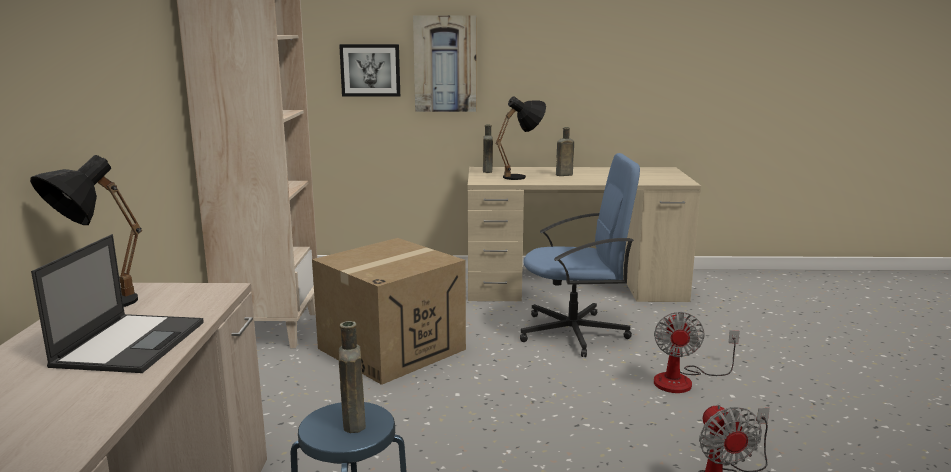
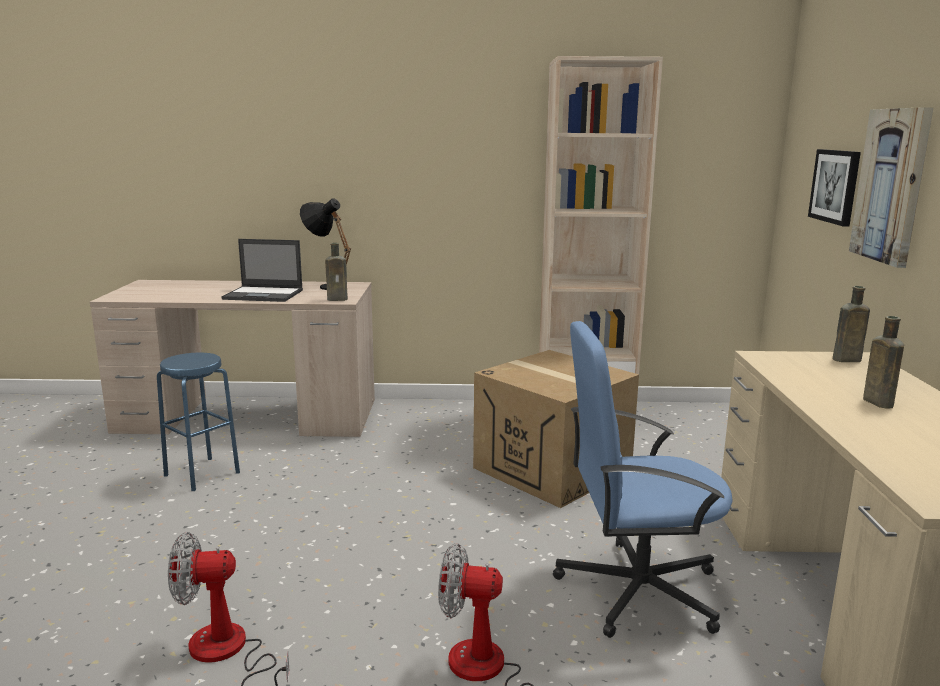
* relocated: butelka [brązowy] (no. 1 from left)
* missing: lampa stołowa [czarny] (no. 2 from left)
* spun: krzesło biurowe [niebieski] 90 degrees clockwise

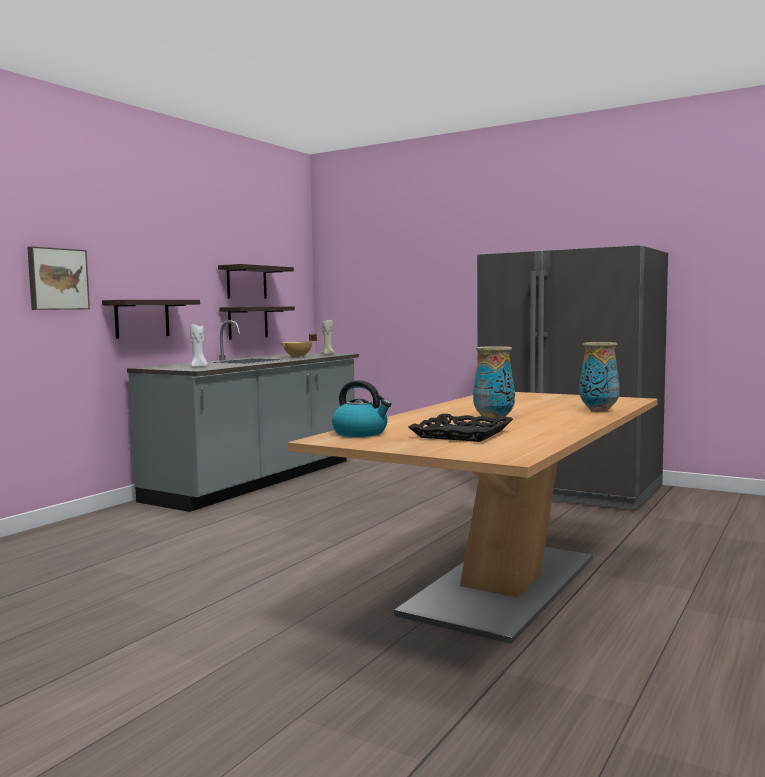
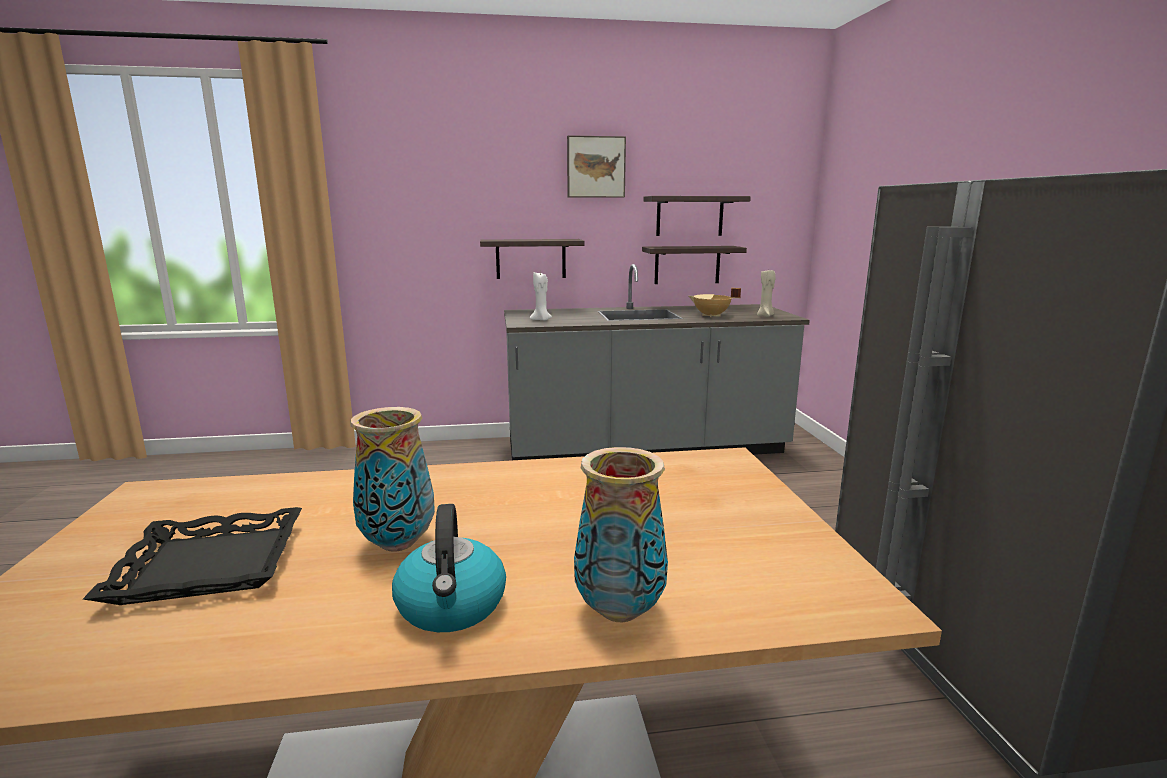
* relocated: obraz
* relocated: czajnik

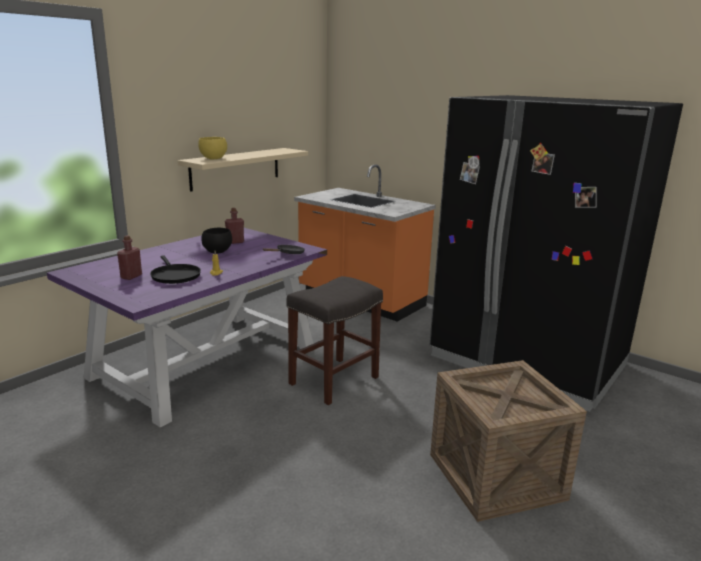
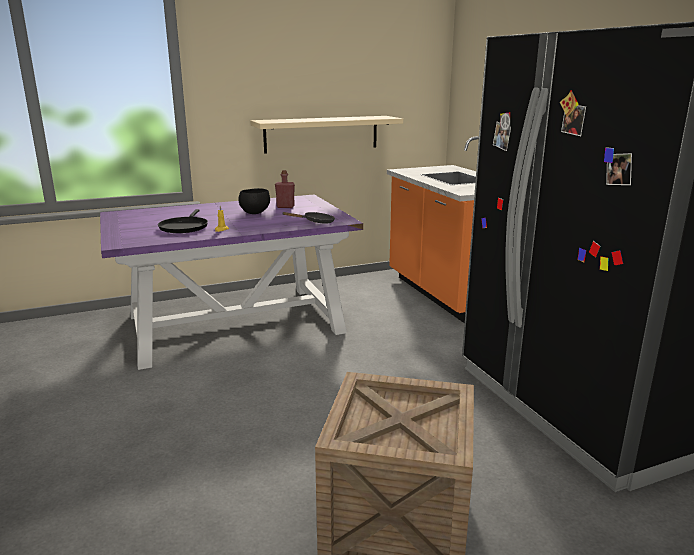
* missing: butelka [czerwony] (no. 1 from left)
* missing: miska [żółty]
* missing: stołek [szary]

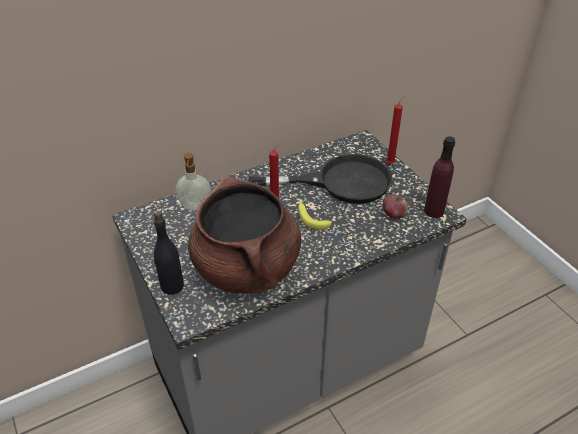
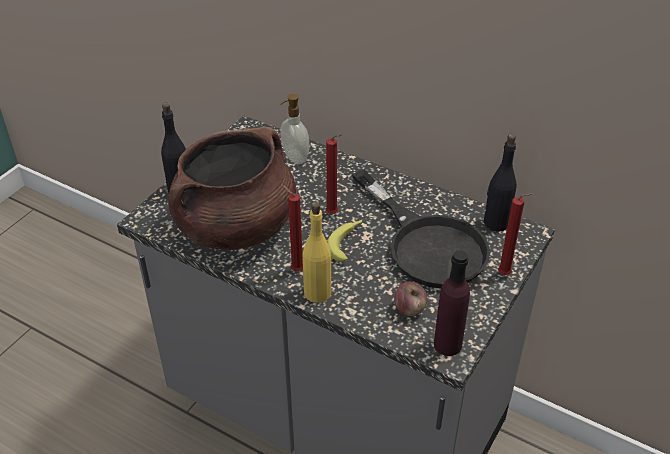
* appeared: świeca [czerwony] (no. 1 from left)
* appeared: butelka [żółty]
* appeared: butelka [czarny] (no. 2 from left)

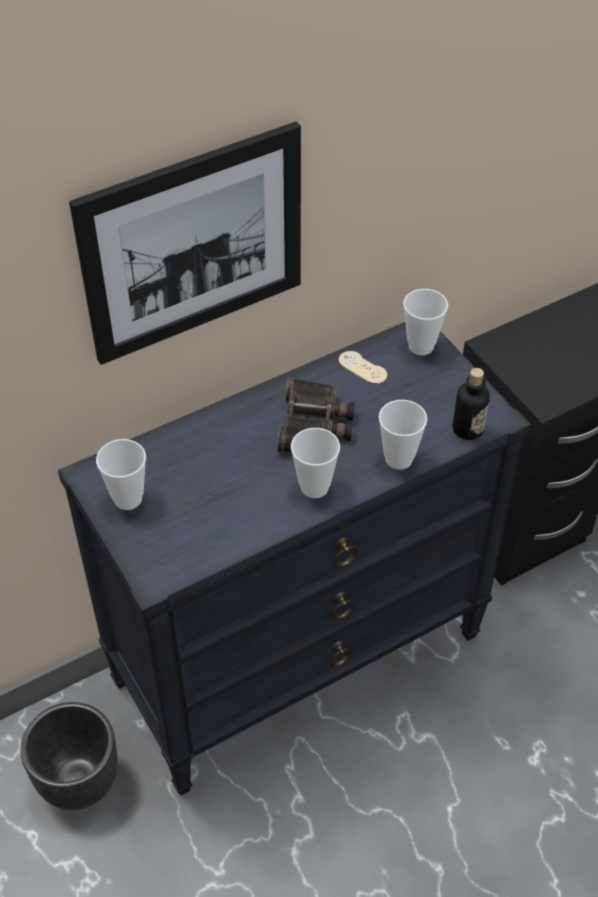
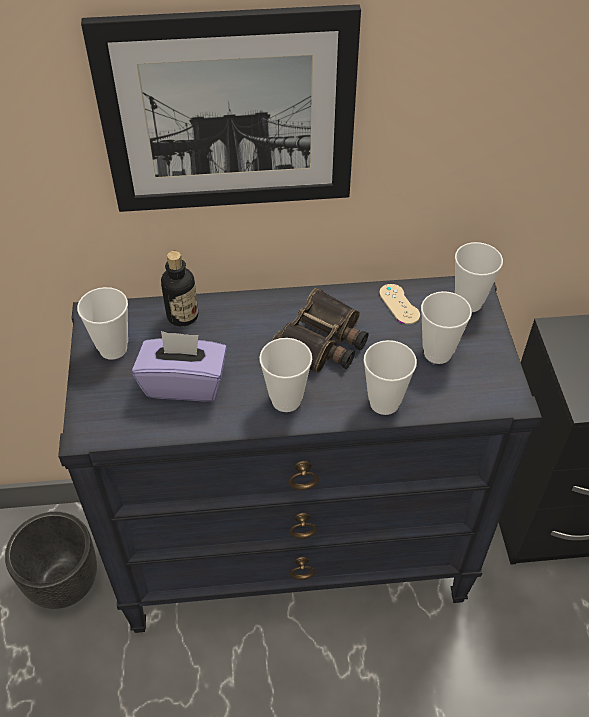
* relocated: butelka
* appeared: pudełko chusteczek [fioletowy]
* appeared: filiżanka (no. 4 from left)

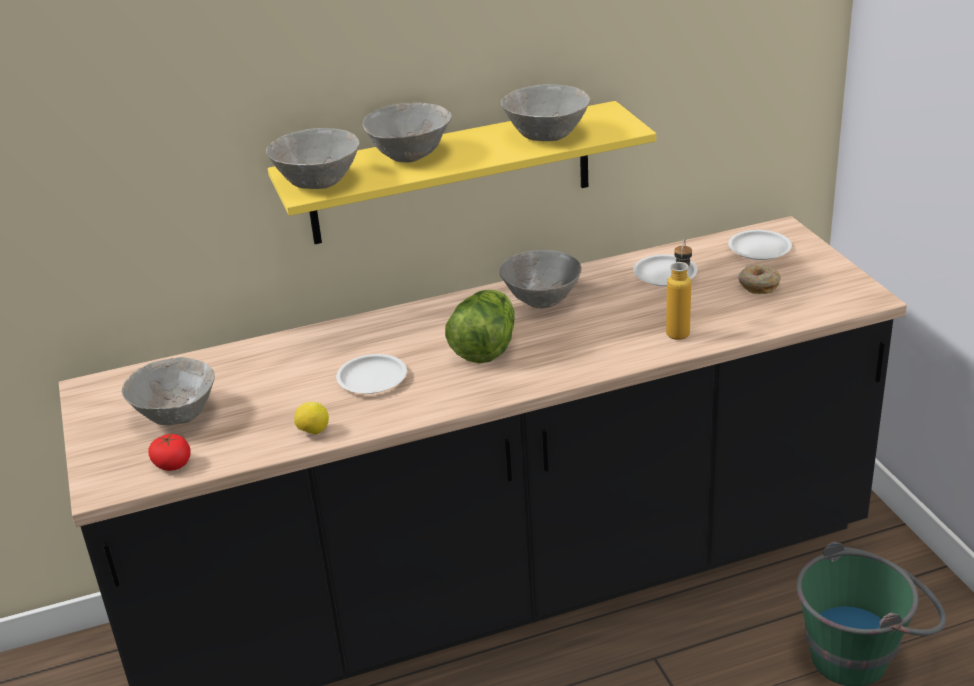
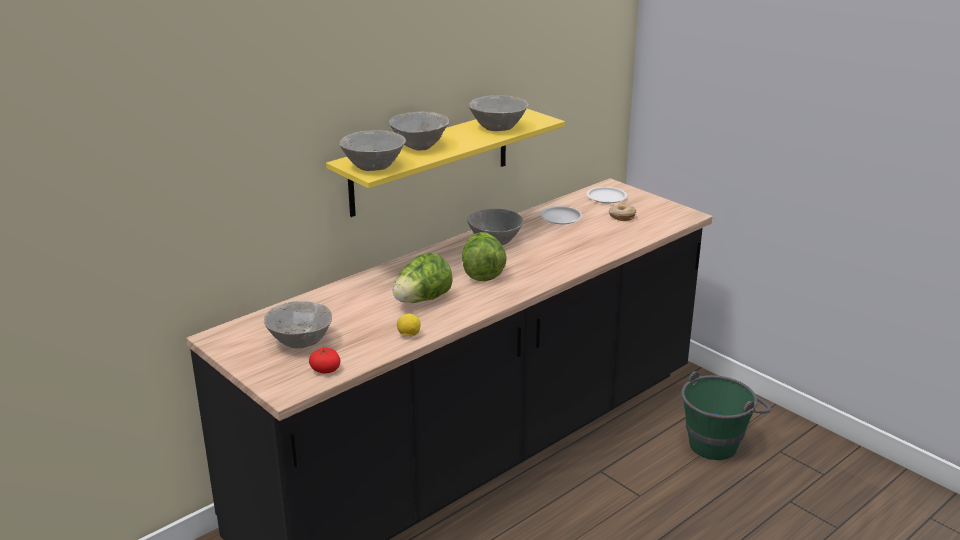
* exchanged: talerz [biały] (no. 1 from left) to sałata (no. 1 from left)
* missing: butelka

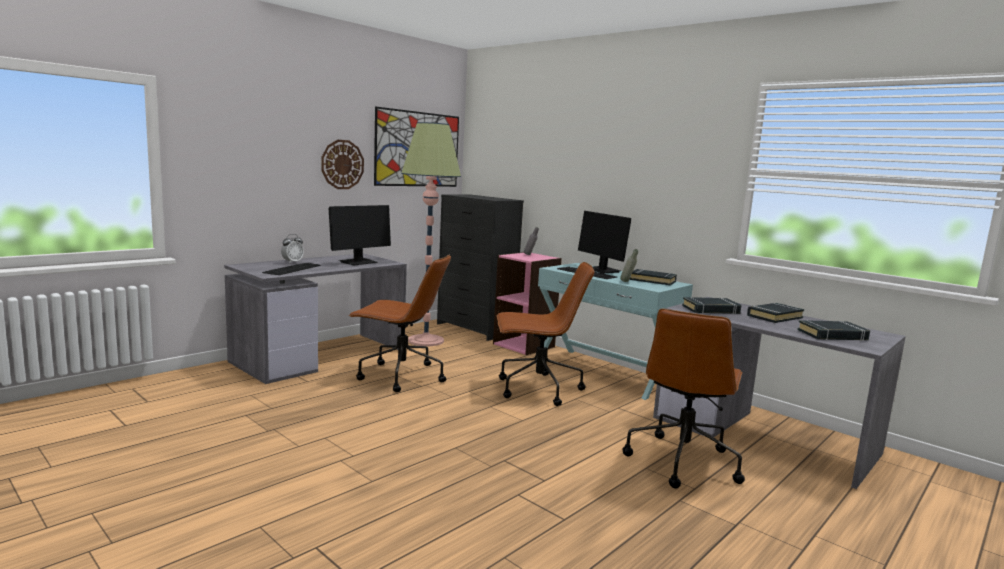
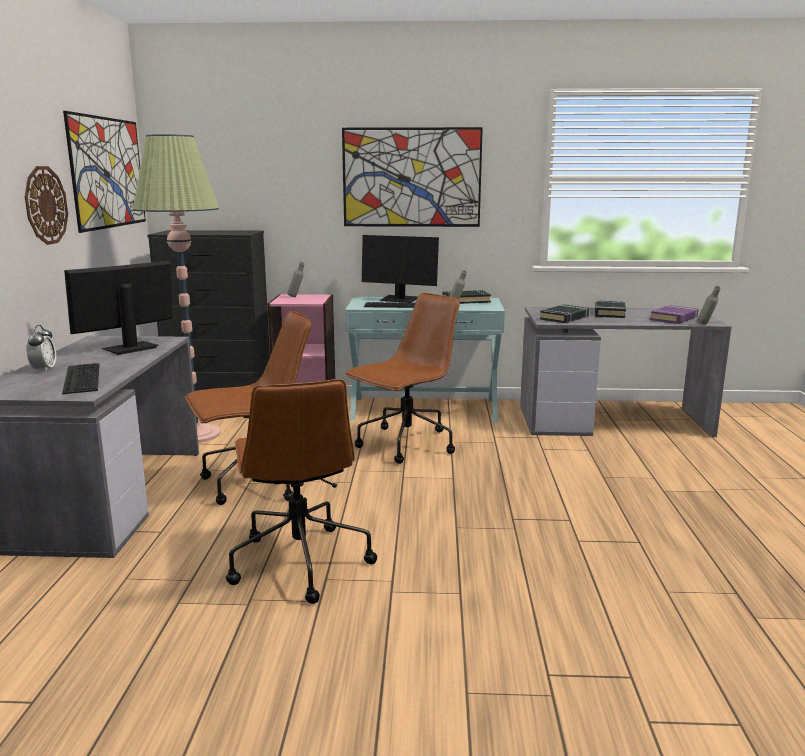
* spun: monitor (no. 1 from left) 135 degrees counterclockwise
* relocated: krzesło biurowe [brązowy] (no. 3 from left in the first image) to krzesło biurowe [brązowy] (no. 2 from left)
* colour: książka [czarny] (no. 4 from left) to książka [fioletowy]
* appeared: obraz (no. 2 from left)
* appeared: butelka [szary] (no. 3 from left)

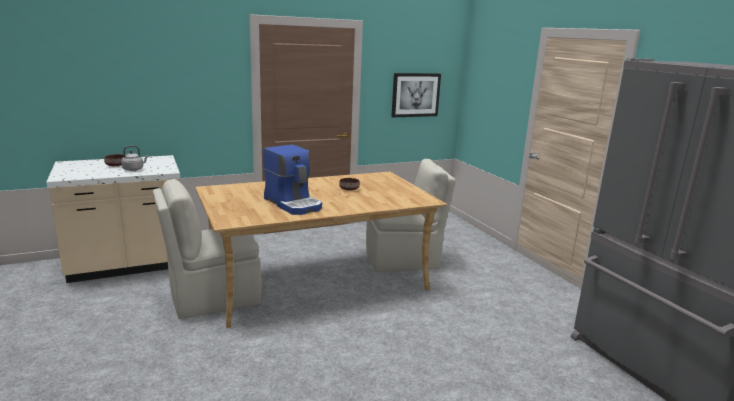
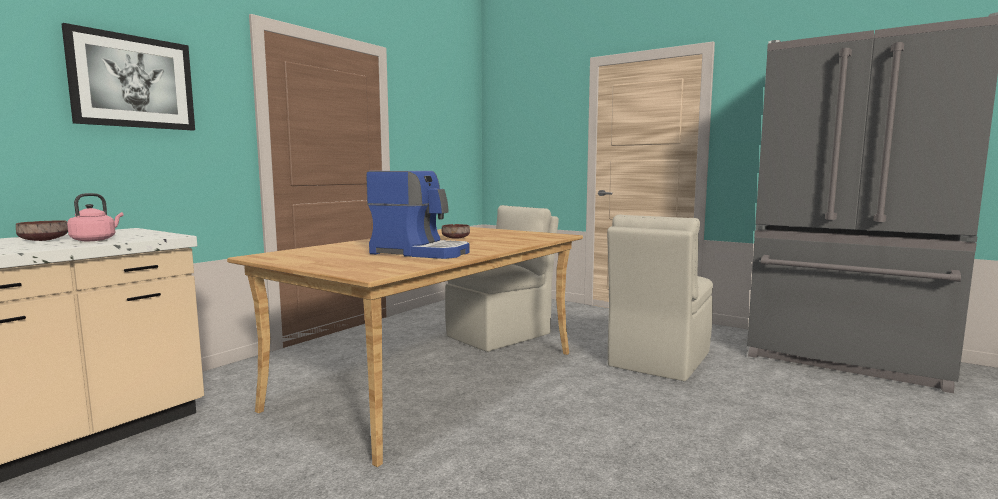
* colour: czajnik [szary] to czajnik [różowy]
* relocated: krzesło [beżowy] (no. 1 from left in the first image) to krzesło [beżowy] (no. 2 from left)
* relocated: obraz

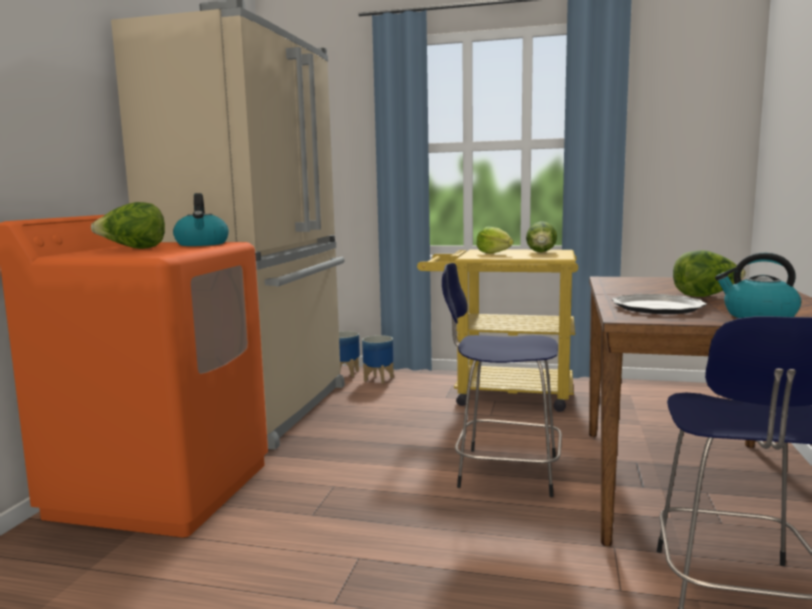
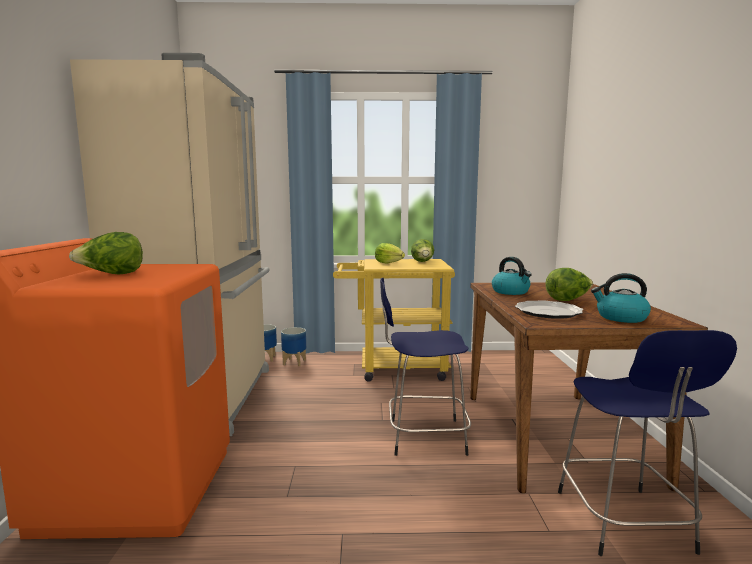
* relocated: czajnik (no. 1 from left)

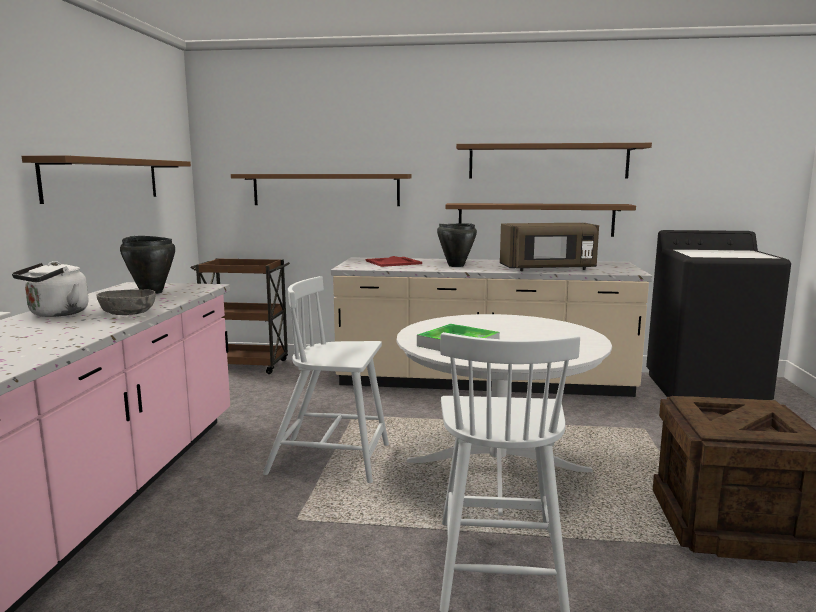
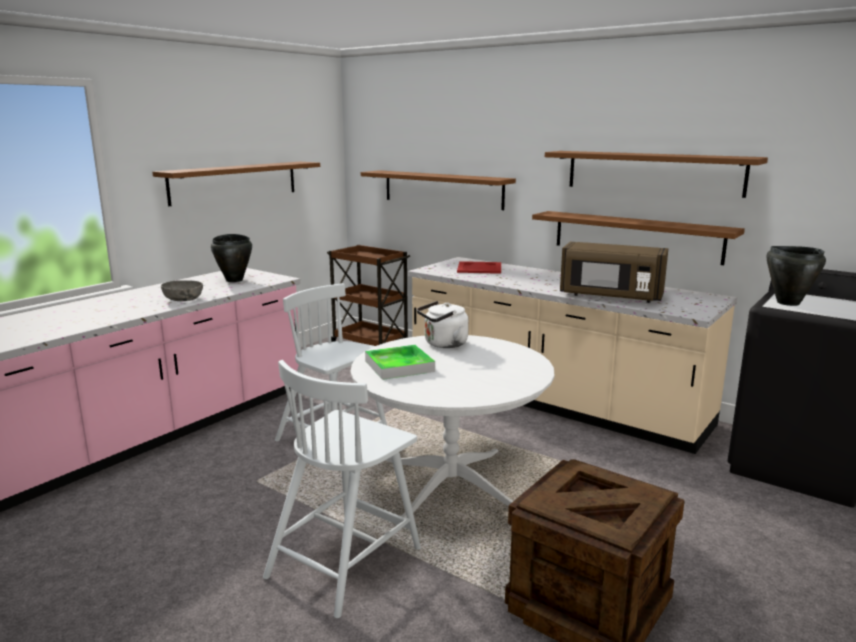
* relocated: czajnik [biały]
* relocated: garnek [czarny] (no. 2 from left)

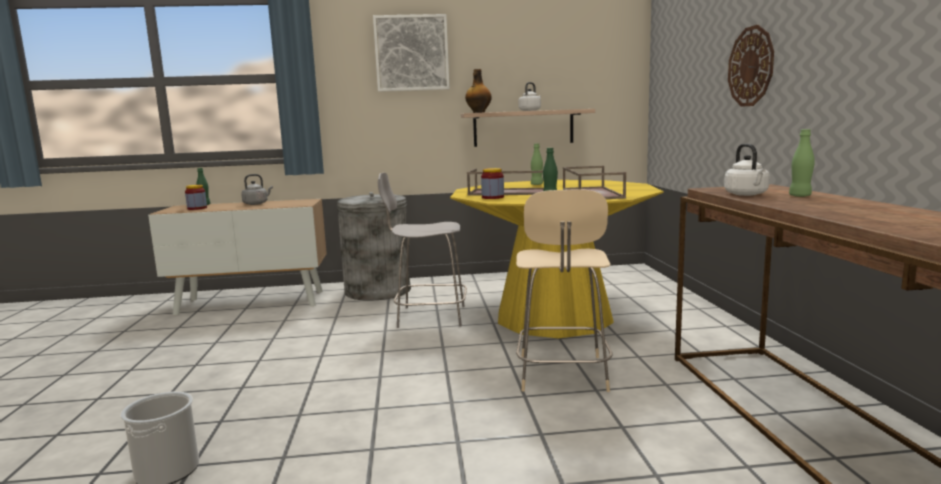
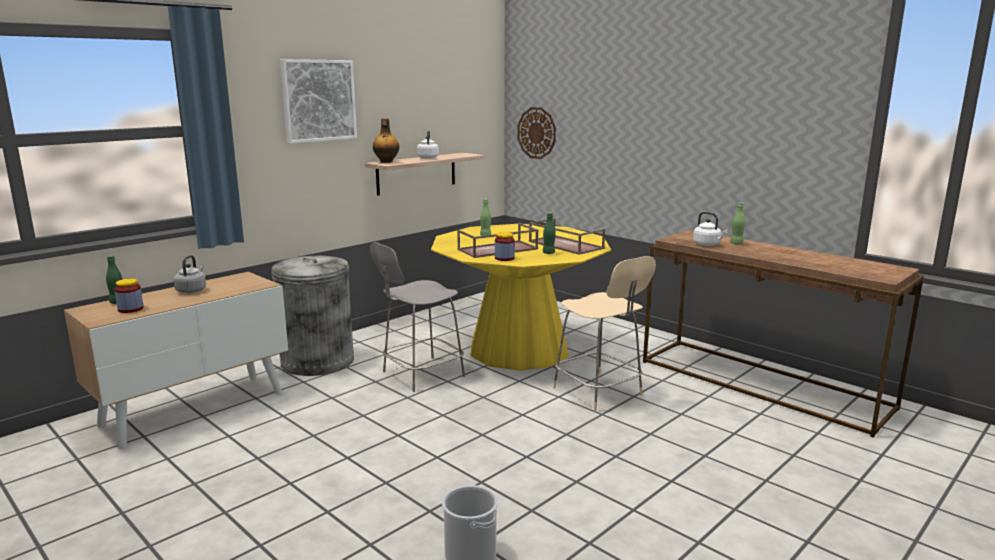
* relocated: zegar ścienny

